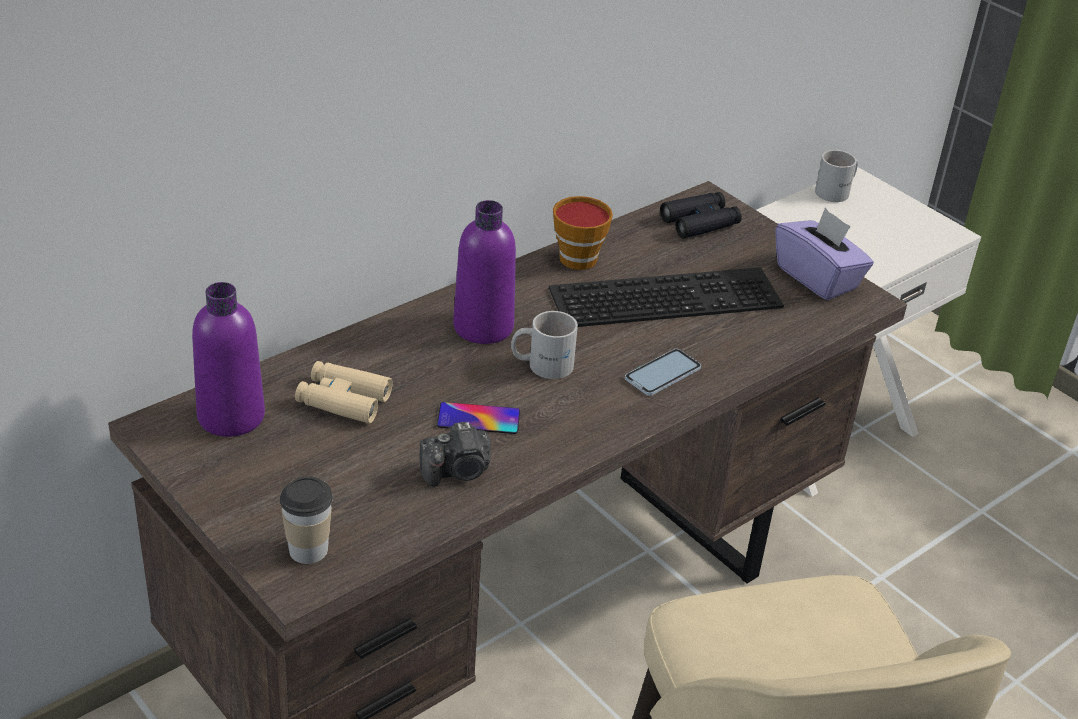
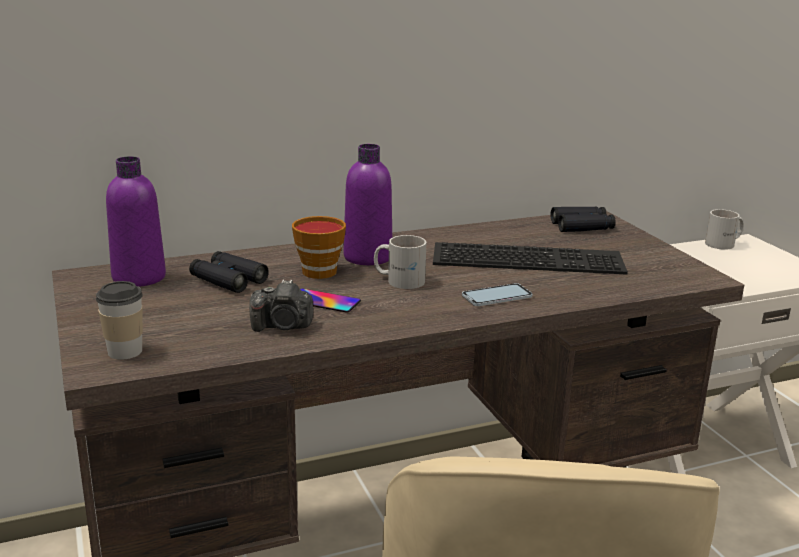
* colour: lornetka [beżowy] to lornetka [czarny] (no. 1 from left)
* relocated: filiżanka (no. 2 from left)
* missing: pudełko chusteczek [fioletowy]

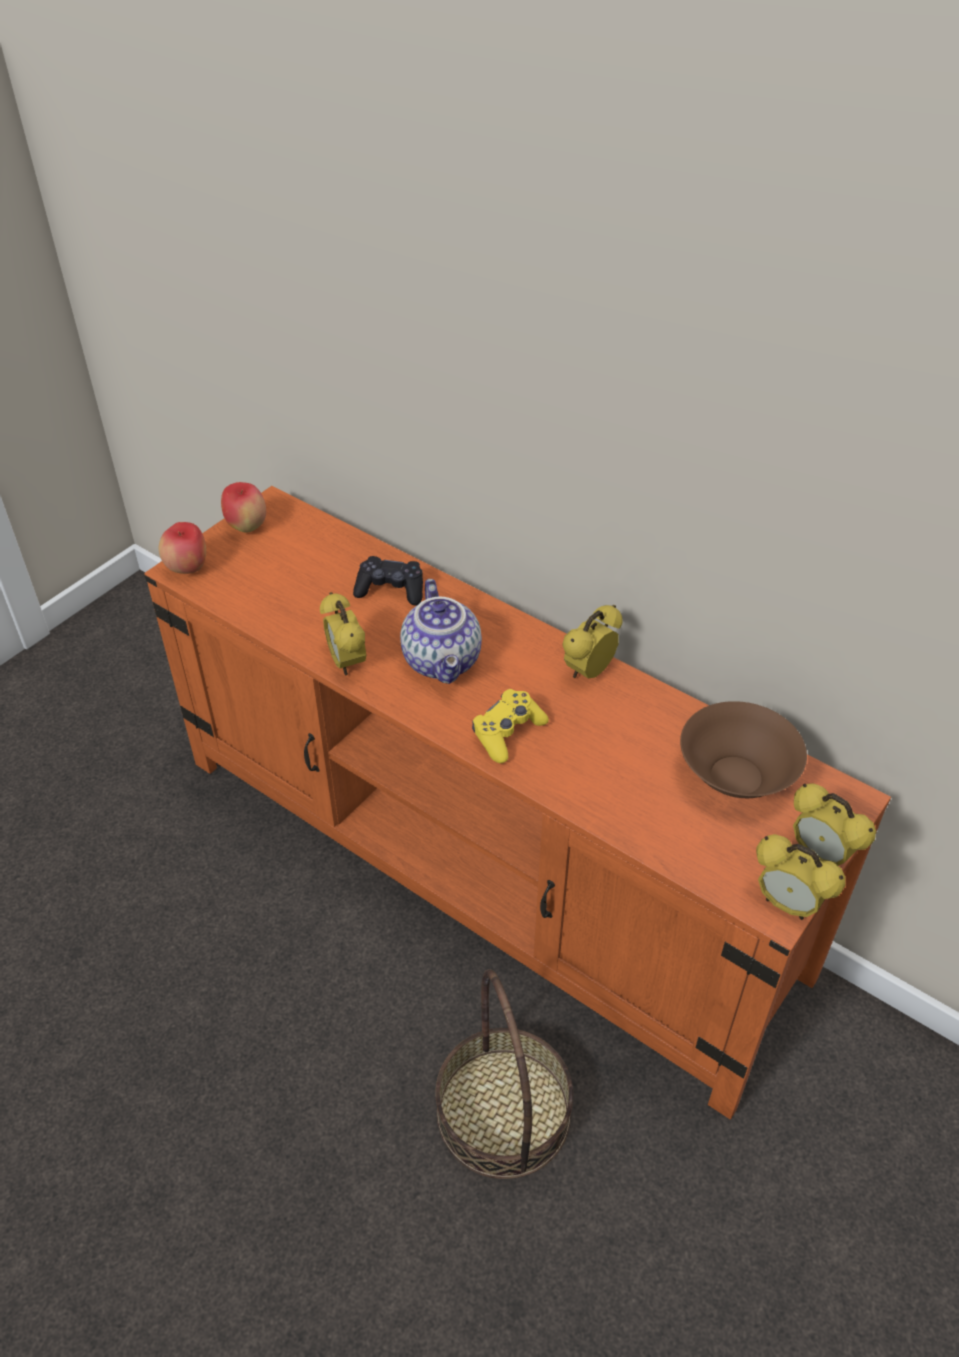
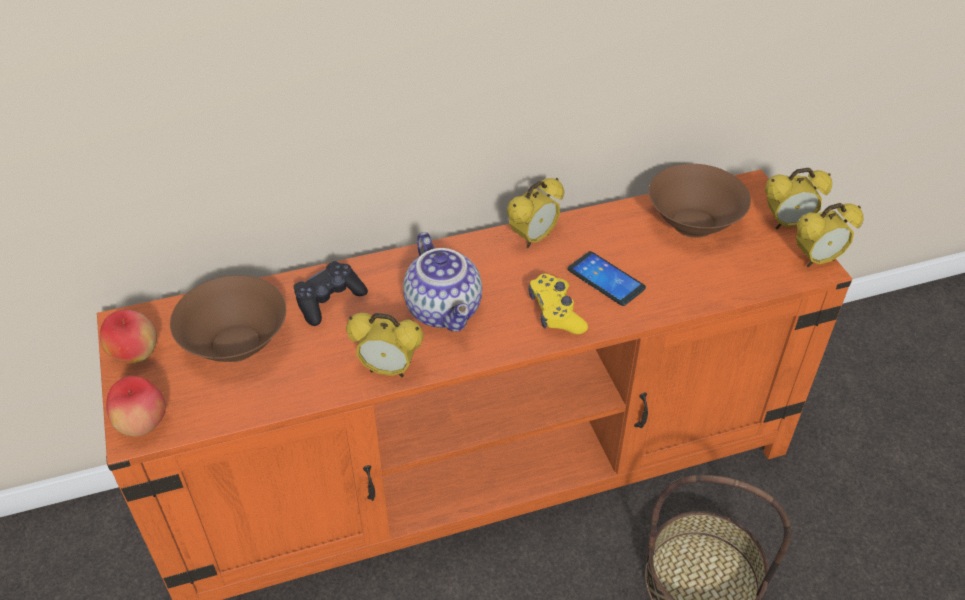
* spun: imbryk 45 degrees clockwise
* spun: budzik (no. 2 from left) 120 degrees counterclockwise
* appeared: miska [brązowy] (no. 1 from left)
* appeared: telefon

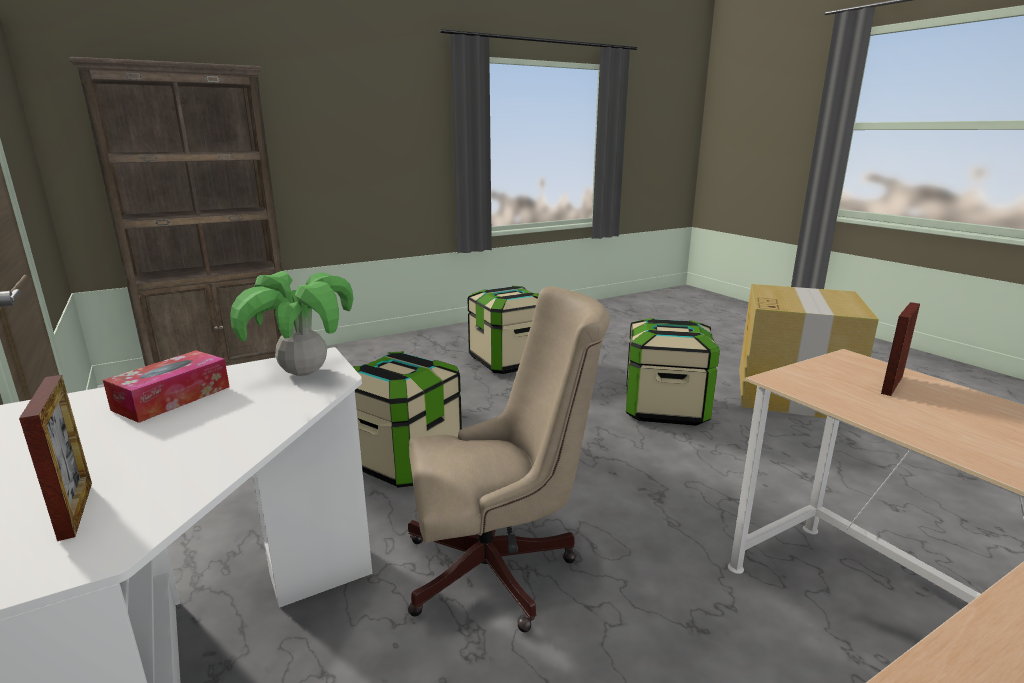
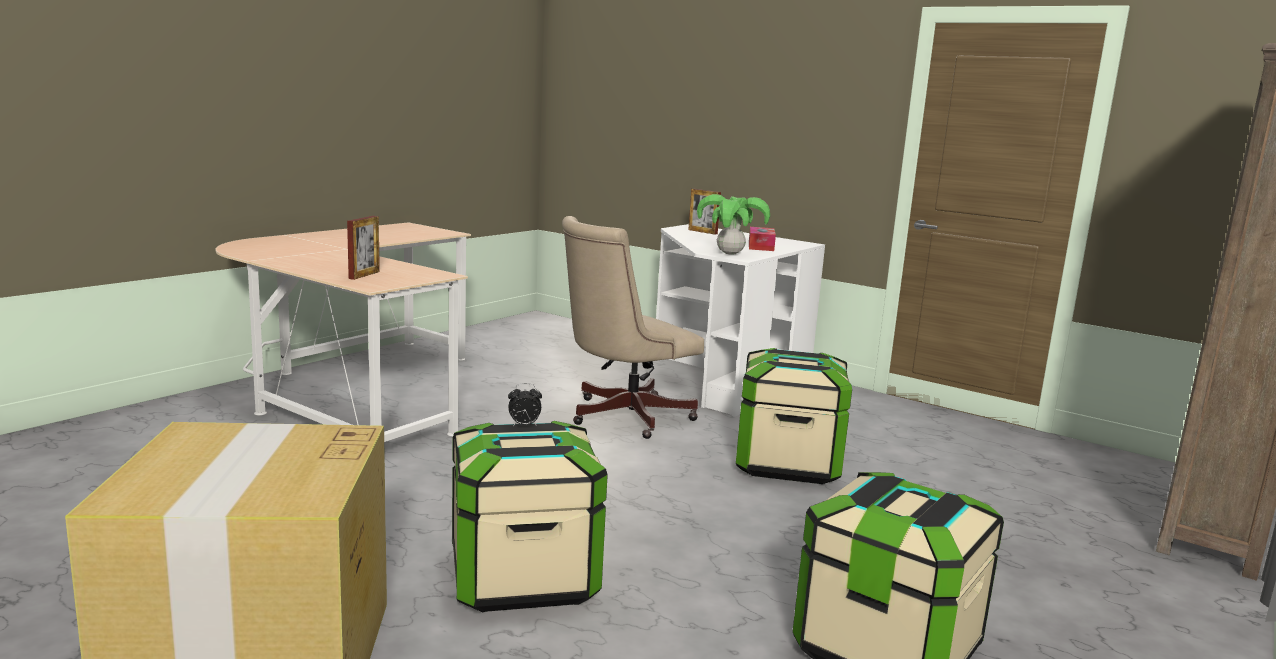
* appeared: budzik

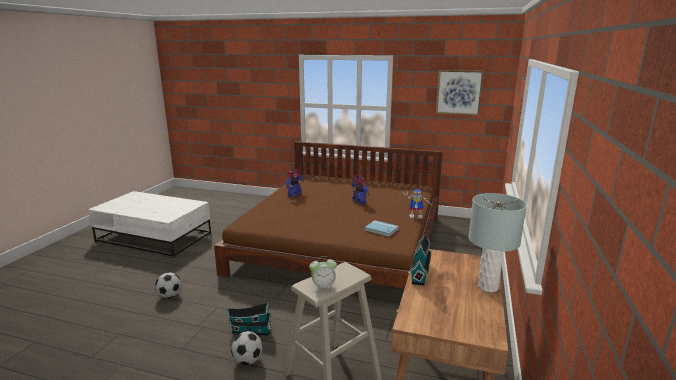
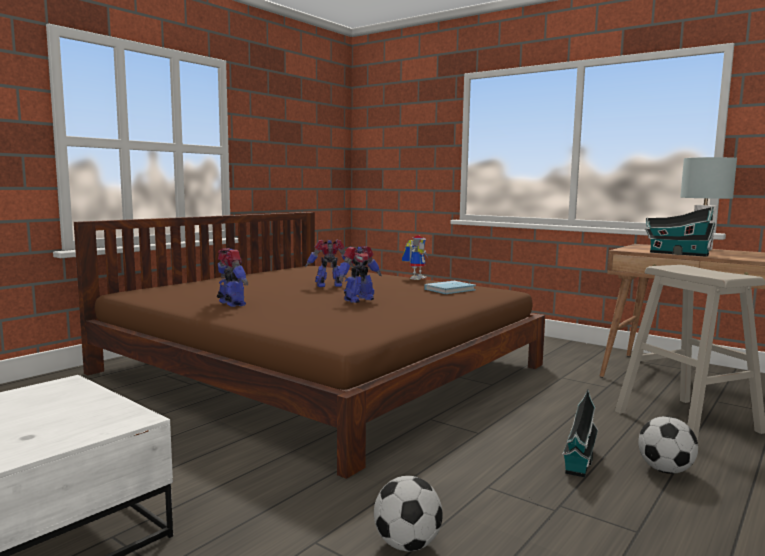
* missing: budzik
* missing: obraz
* appeared: robot zabawkowy (no. 3 from left)

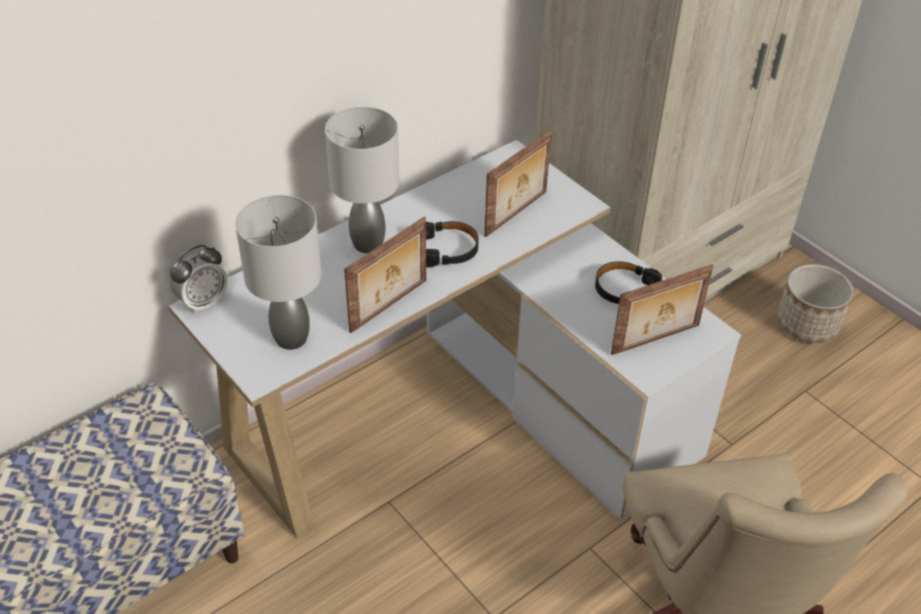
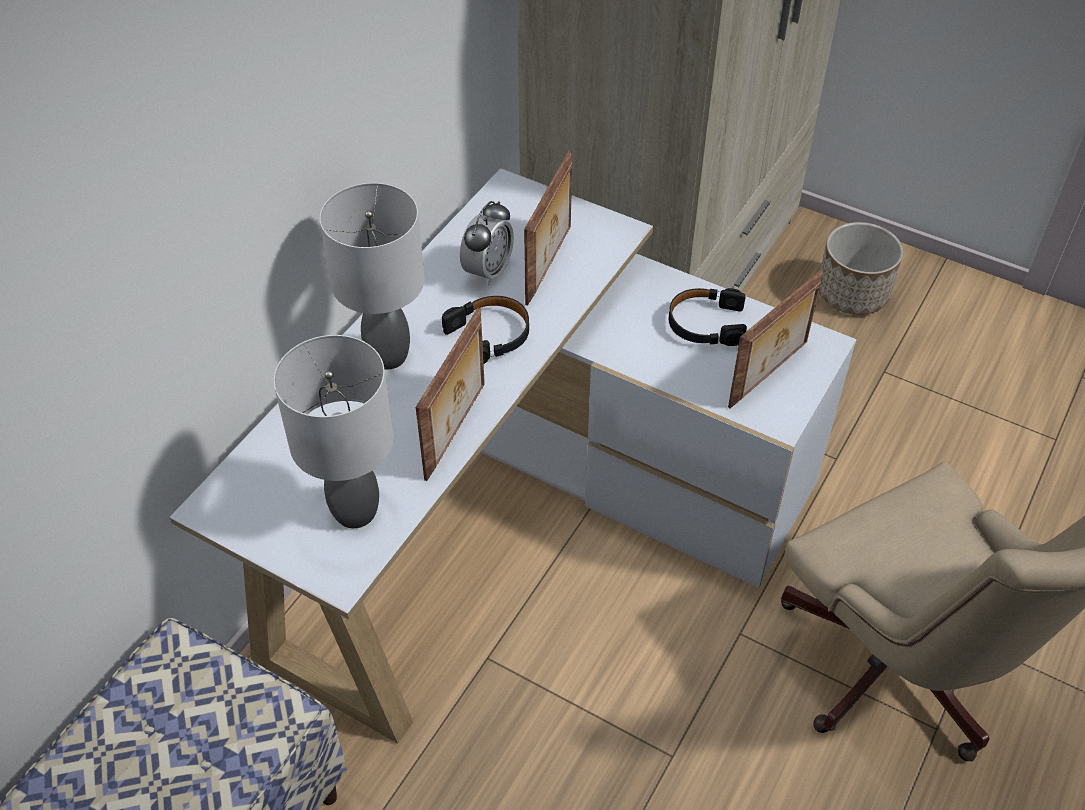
* relocated: budzik

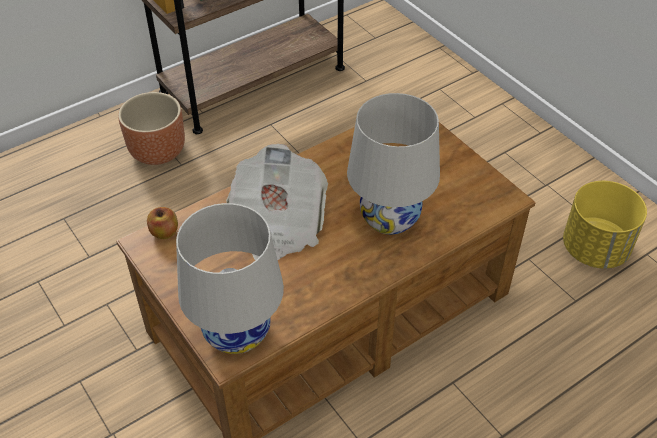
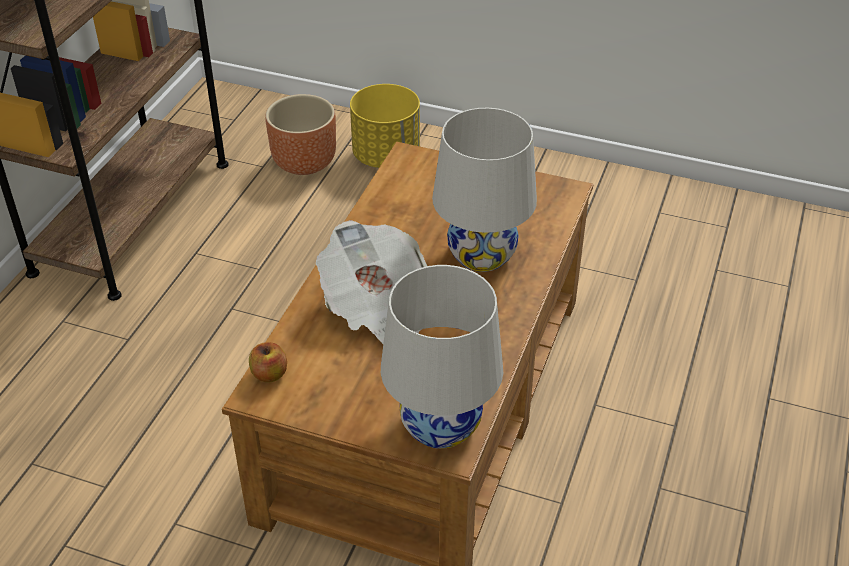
* relocated: donica [brązowy]
* relocated: donica [żółty]

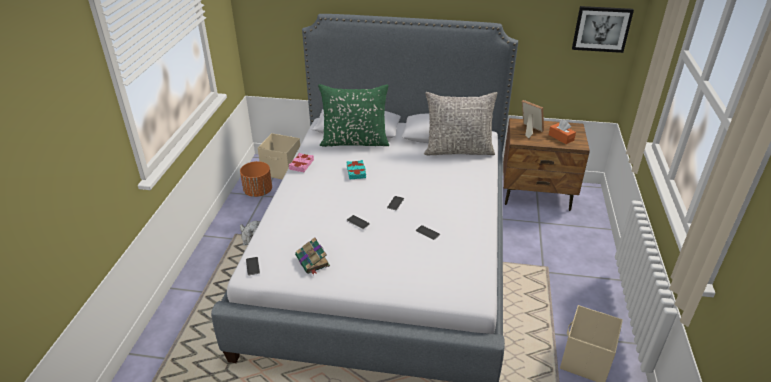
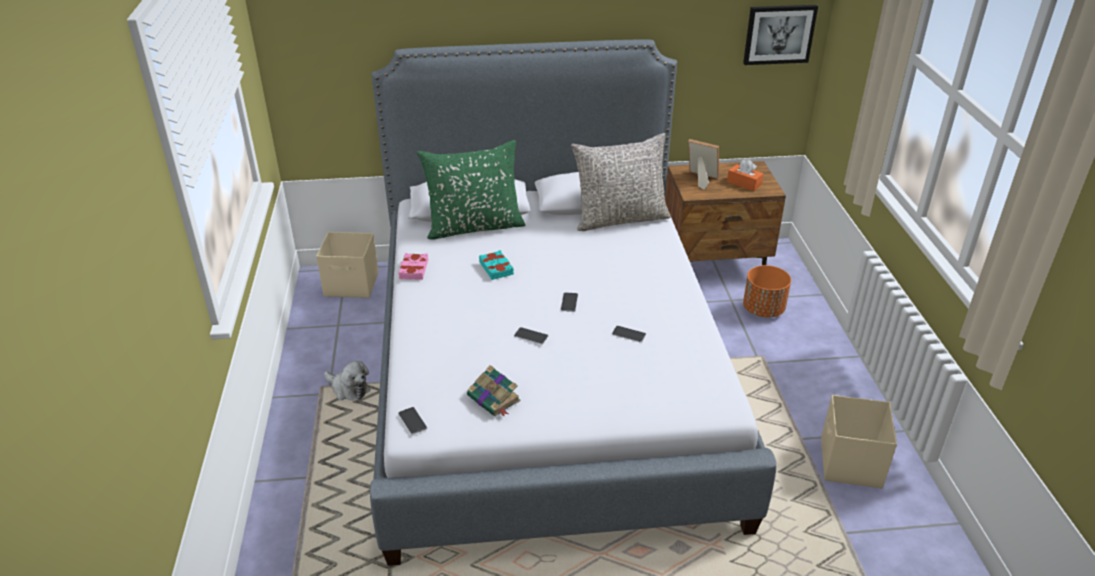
* relocated: donica [pomarańczowy]

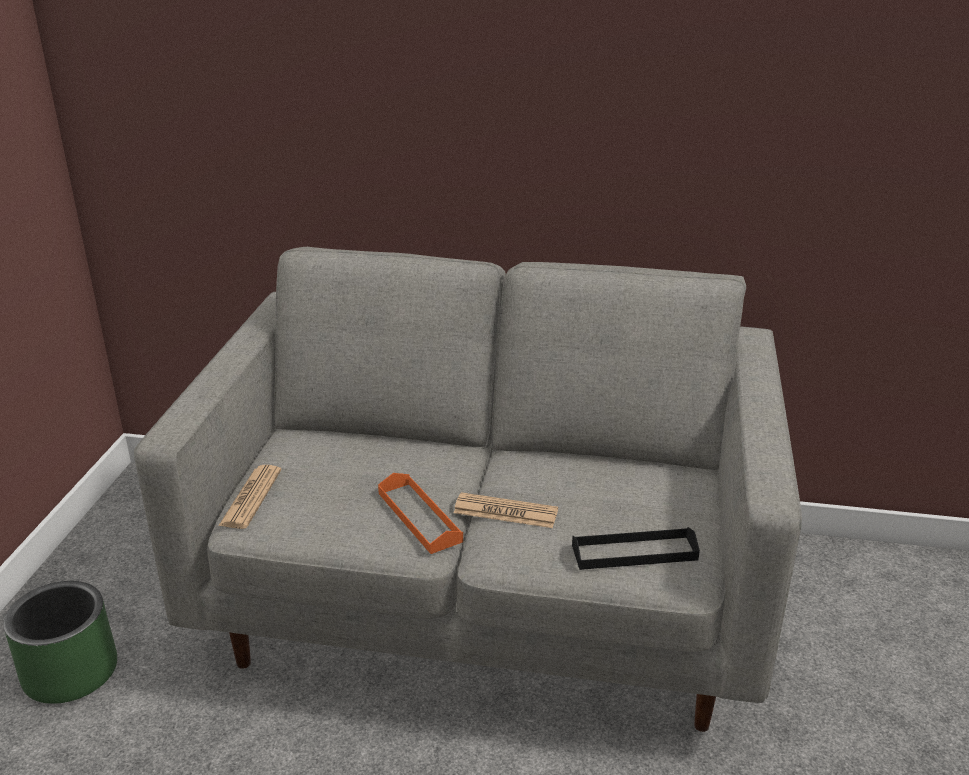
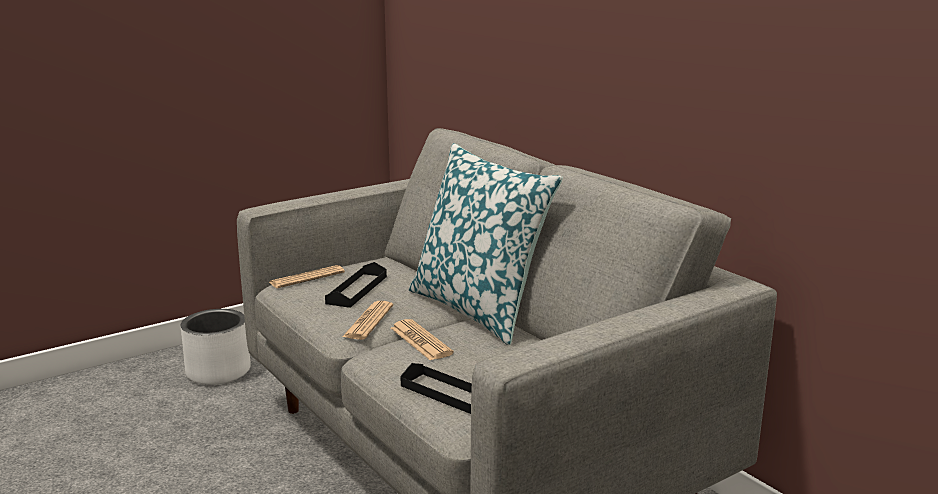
* colour: donica [zielony] to donica [biały]
* exchanged: taca [pomarańczowy] to gazeta (no. 2 from left)
* appeared: taca [czarny] (no. 1 from left)
* appeared: poduszka

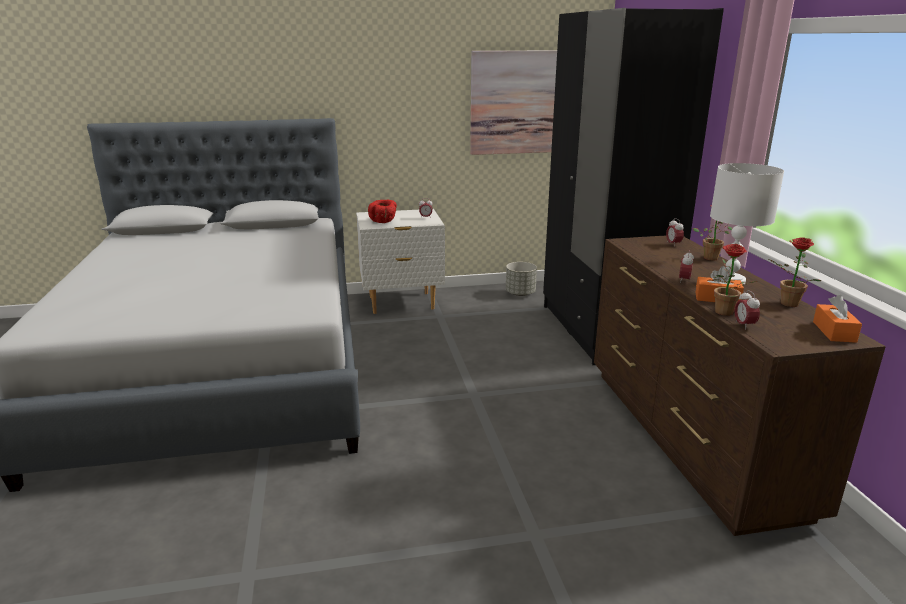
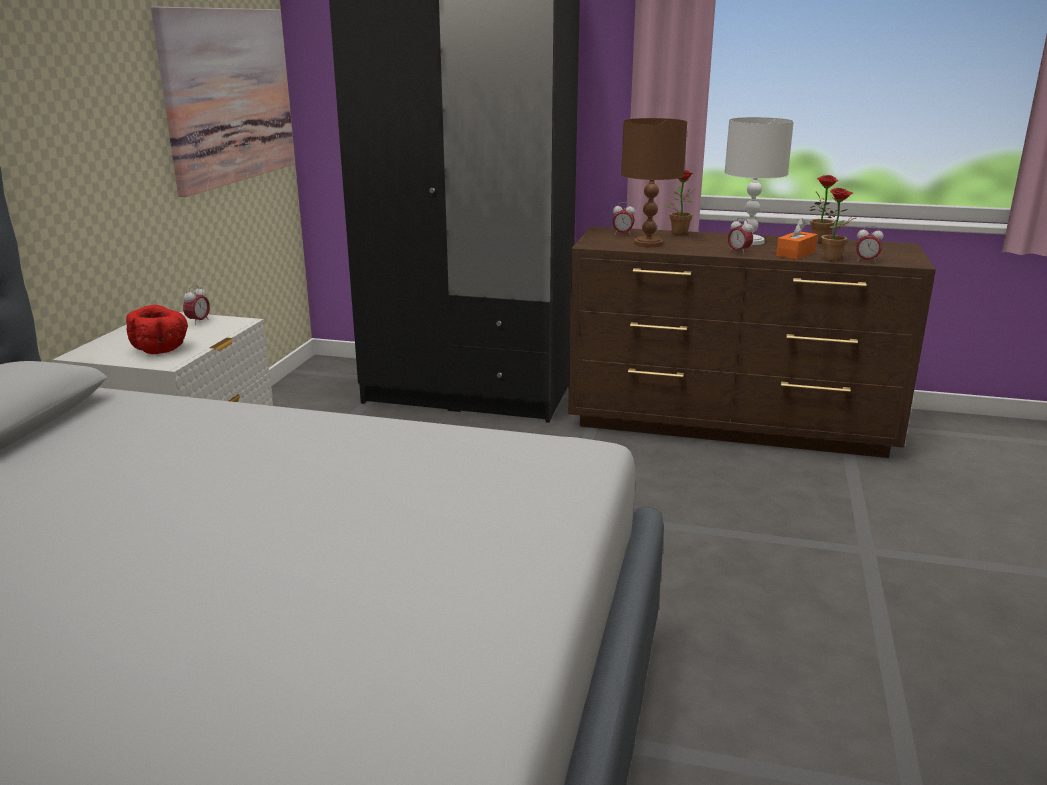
* missing: donica [szary]
* missing: pudełko chusteczek [pomarańczowy] (no. 2 from left)
* appeared: lampa stołowa [brązowy]

